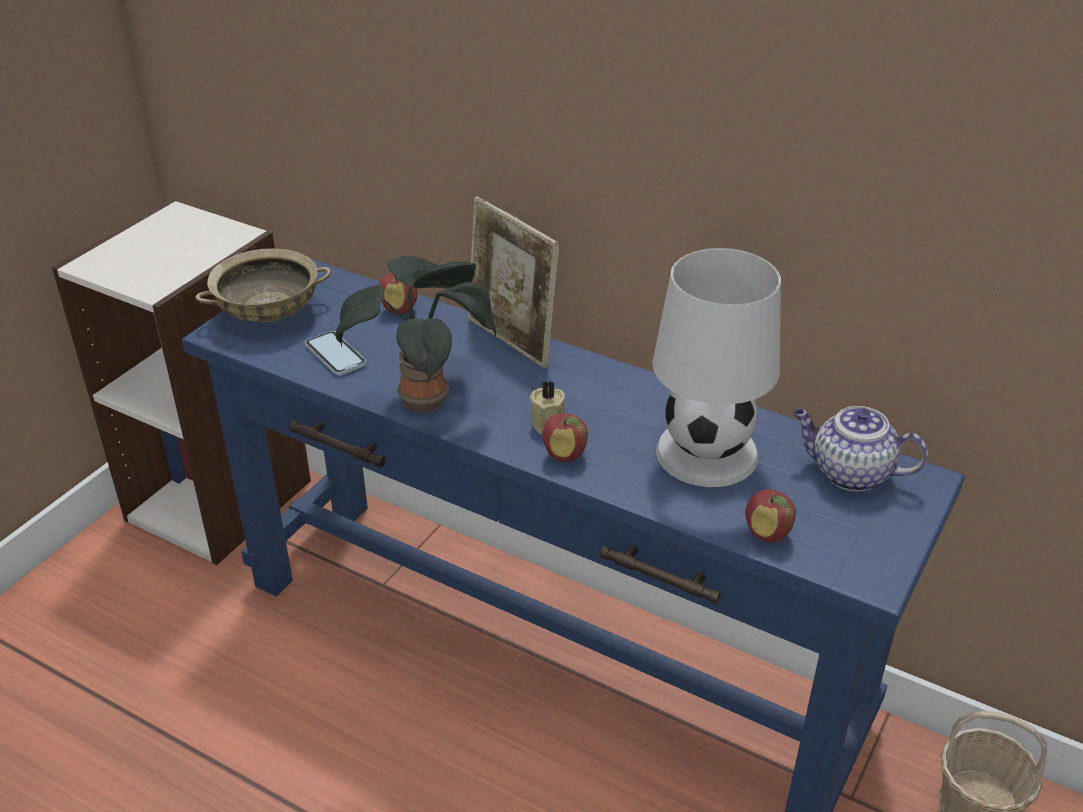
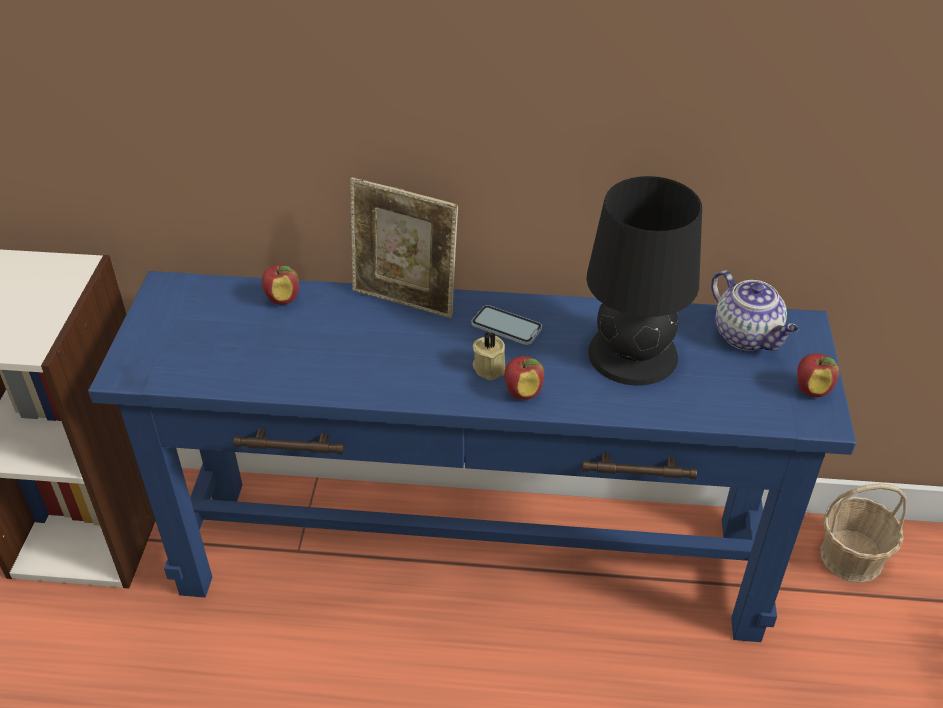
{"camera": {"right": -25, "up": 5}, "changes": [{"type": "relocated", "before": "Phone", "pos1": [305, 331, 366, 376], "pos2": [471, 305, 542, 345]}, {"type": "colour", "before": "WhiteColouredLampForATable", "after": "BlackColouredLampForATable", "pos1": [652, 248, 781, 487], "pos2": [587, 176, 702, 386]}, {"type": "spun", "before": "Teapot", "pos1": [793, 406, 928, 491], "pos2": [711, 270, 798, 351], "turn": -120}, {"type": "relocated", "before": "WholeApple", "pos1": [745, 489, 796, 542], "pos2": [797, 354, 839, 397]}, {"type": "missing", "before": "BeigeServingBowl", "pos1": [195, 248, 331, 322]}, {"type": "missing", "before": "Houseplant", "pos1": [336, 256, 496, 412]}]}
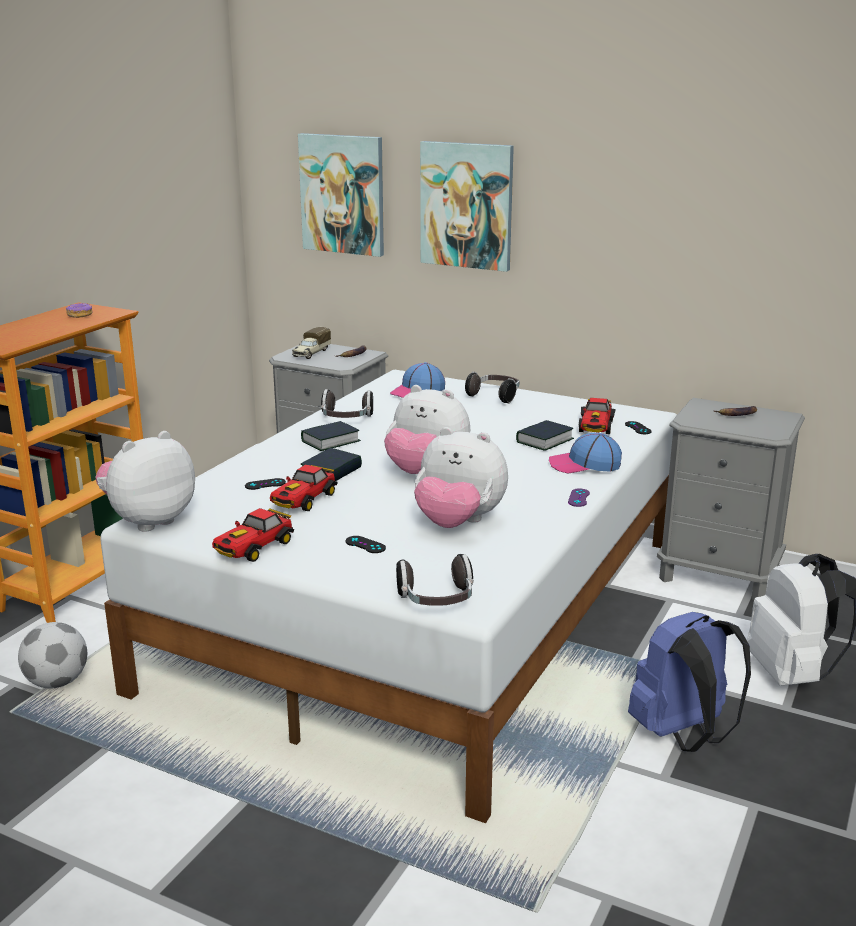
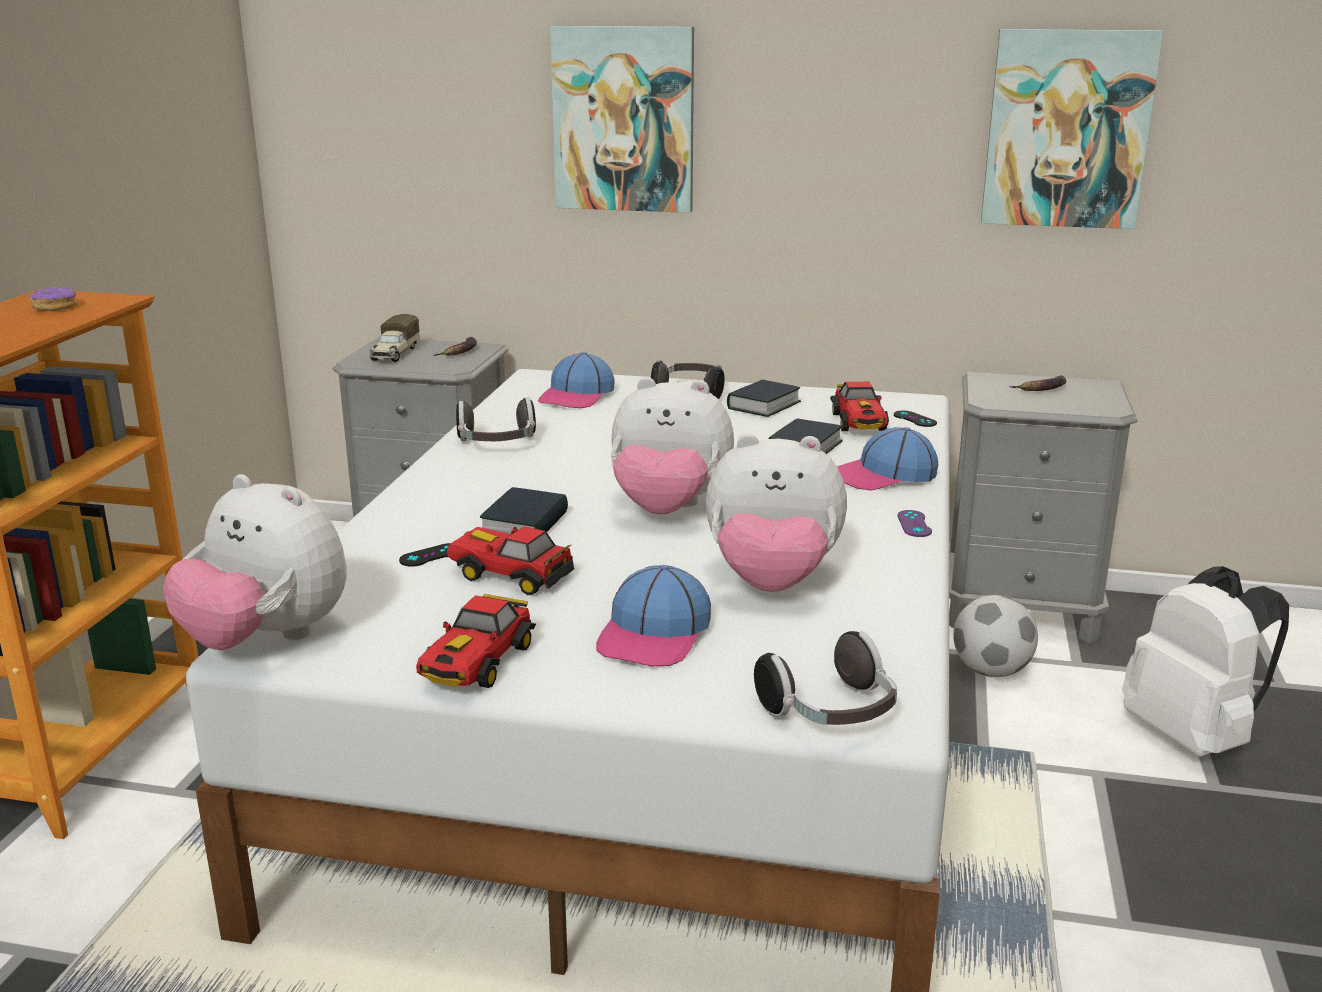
{"camera": {"right": -15, "up": 0}, "changes": [{"type": "spun", "before": "CuddlyToy", "pos1": [95, 431, 195, 532], "pos2": [163, 474, 347, 650], "turn": -90}, {"type": "spun", "before": "MiniatureCar", "pos1": [270, 464, 338, 511], "pos2": [447, 526, 574, 595], "turn": 105}, {"type": "exchanged", "before": "BlackColouredGameController", "after": "Cap", "pos1": [346, 536, 386, 553], "pos2": [596, 565, 711, 666]}, {"type": "relocated", "before": "Volume", "pos1": [301, 421, 361, 451], "pos2": [727, 380, 801, 417]}, {"type": "relocated", "before": "Football", "pos1": [18, 622, 87, 688], "pos2": [953, 595, 1038, 677]}, {"type": "relocated", "before": "WallPicture", "pos1": [298, 133, 384, 257], "pos2": [981, 29, 1163, 229]}, {"type": "missing", "before": "BlueColouredBackpack", "pos1": [628, 612, 751, 752]}]}
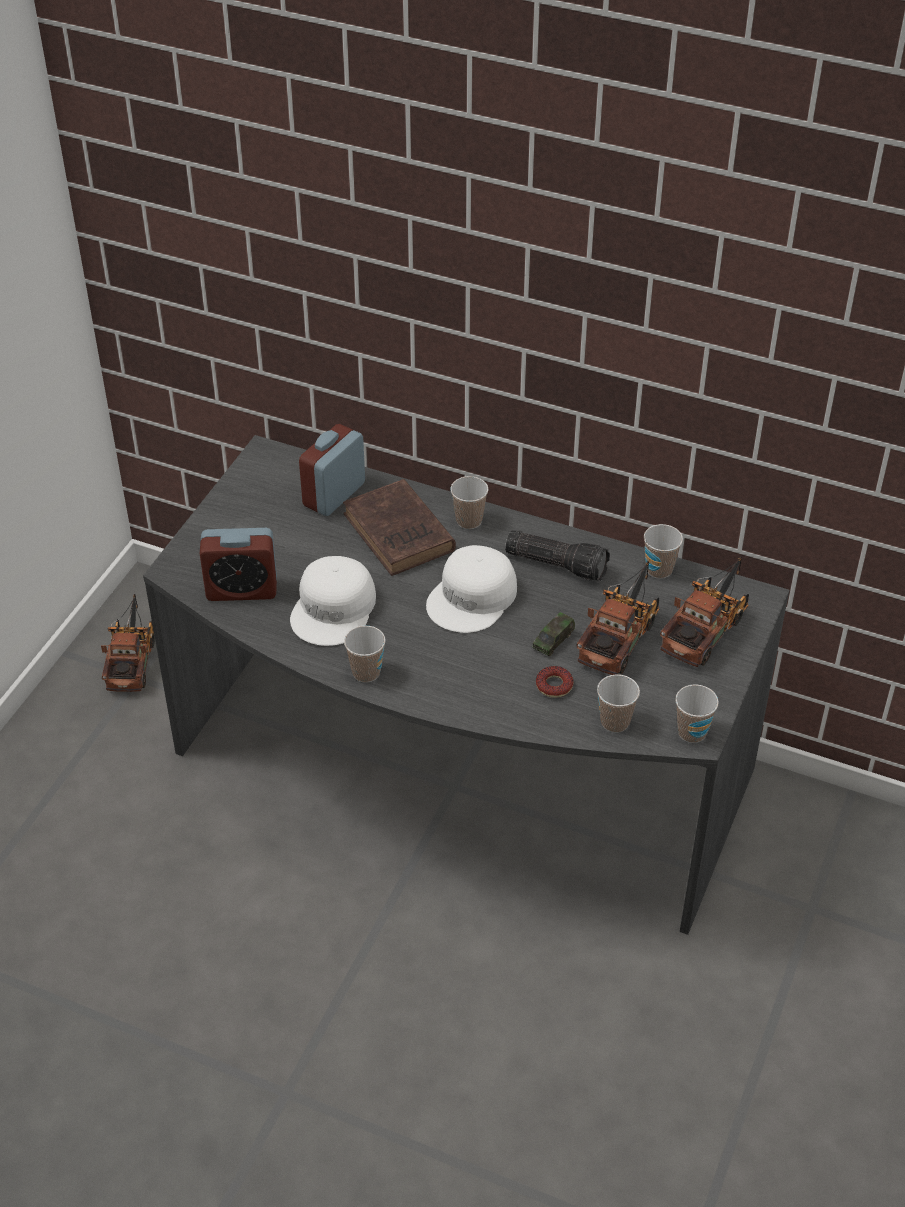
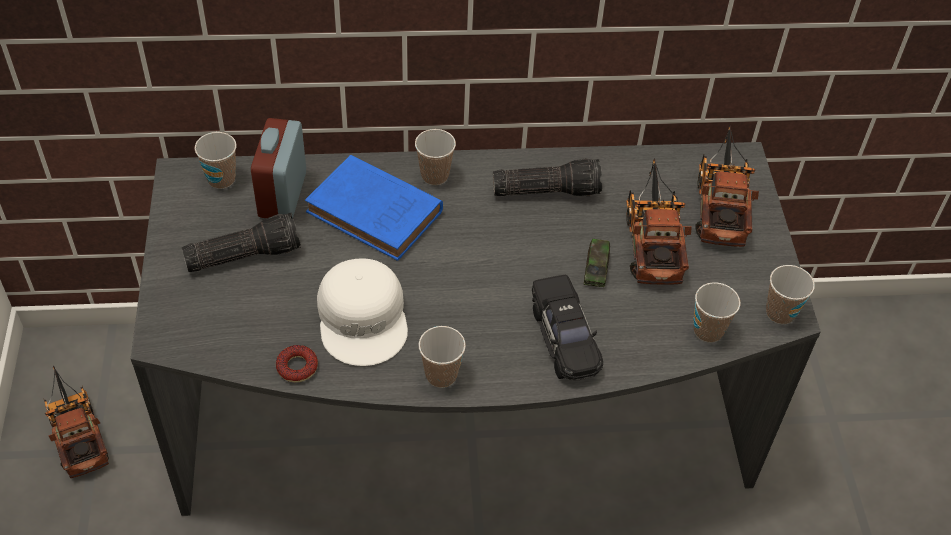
{"camera": {"right": -30, "up": 5}, "changes": [{"type": "appeared", "after": "Torch", "pos2": [182, 213, 301, 272]}, {"type": "relocated", "before": "DrinkingCup", "pos1": [644, 524, 683, 579], "pos2": [195, 132, 236, 189]}, {"type": "relocated", "before": "Donut", "pos1": [536, 666, 574, 698], "pos2": [276, 345, 318, 382]}, {"type": "colour", "before": "BrownVolume", "after": "BlueColouredVolume", "pos1": [343, 479, 456, 576], "pos2": [305, 155, 443, 261]}, {"type": "appeared", "after": "BlackColouredMiniatureCar", "pos2": [532, 275, 603, 381]}, {"type": "missing", "before": "TableClock", "pos1": [200, 528, 277, 601]}, {"type": "missing", "before": "WhiteColouredCap", "pos1": [426, 545, 517, 633]}]}
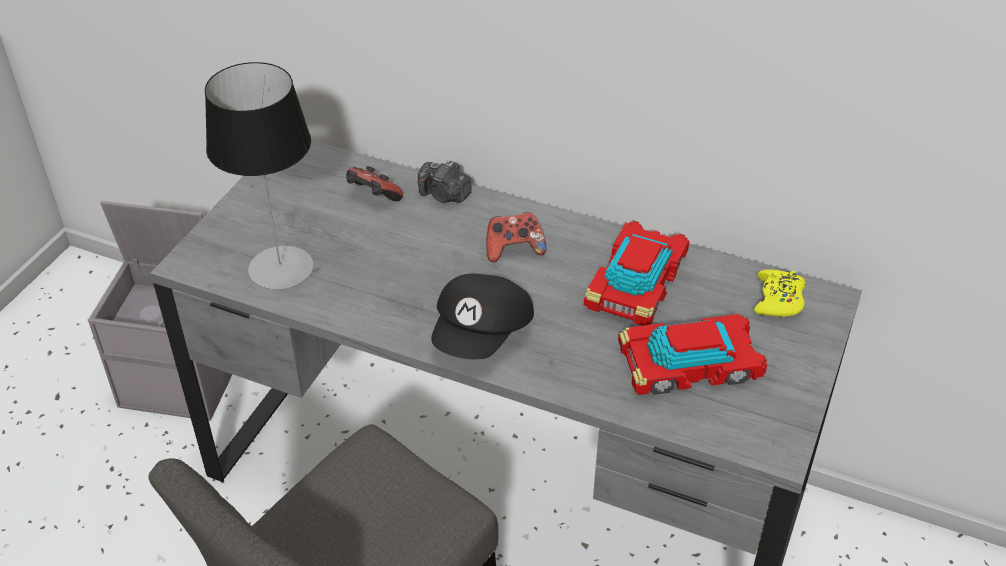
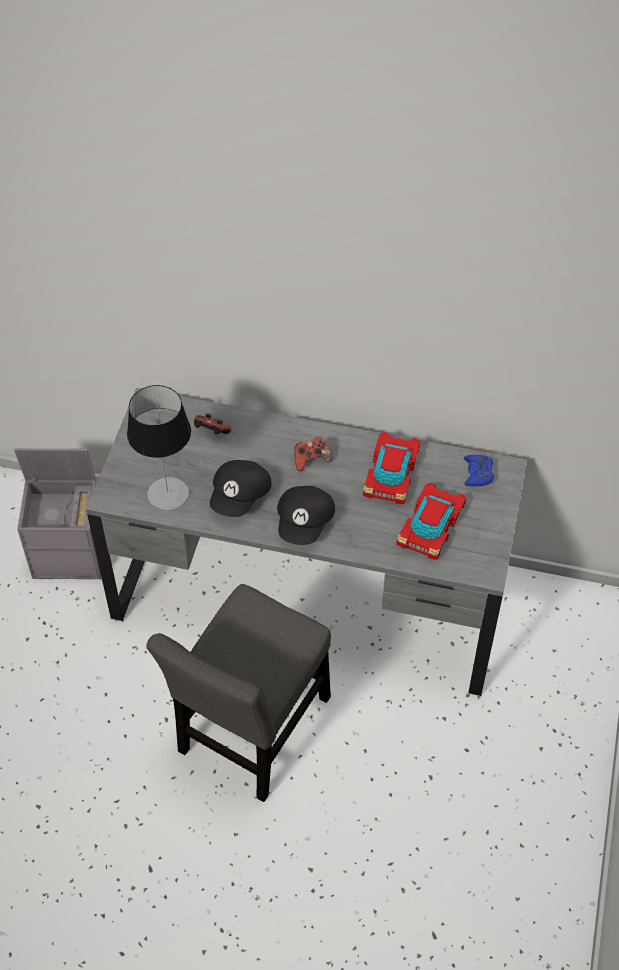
{"camera": {"right": -10, "up": 10}, "changes": [{"type": "appeared", "after": "BlackColouredCap", "pos2": [210, 460, 272, 517]}, {"type": "spun", "before": "MiniatureCar", "pos1": [618, 314, 767, 395], "pos2": [396, 483, 466, 560], "turn": -45}, {"type": "colour", "before": "YellowishGameController", "after": "BlueColouredGameController", "pos1": [754, 270, 806, 317], "pos2": [464, 455, 494, 486]}, {"type": "missing", "before": "PhotoCamera", "pos1": [418, 160, 472, 203]}]}
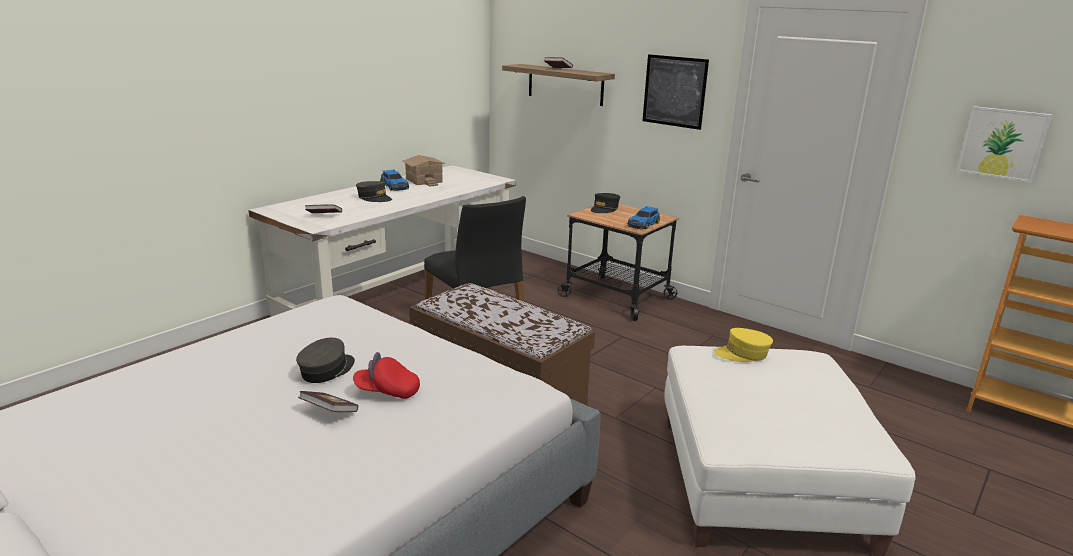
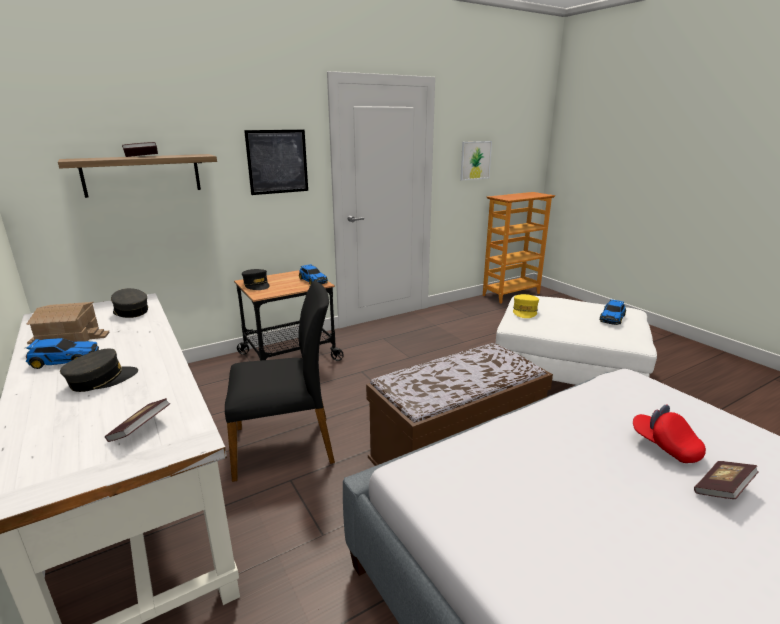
{"camera": {"right": -70, "up": 0}, "changes": [{"type": "relocated", "before": "GreyishCap", "pos1": [296, 338, 355, 383], "pos2": [111, 288, 148, 318]}, {"type": "appeared", "after": "MiniatureCar", "pos2": [600, 299, 626, 325]}, {"type": "spun", "before": "RedCap", "pos1": [353, 352, 420, 399], "pos2": [633, 404, 706, 463], "turn": 120}]}
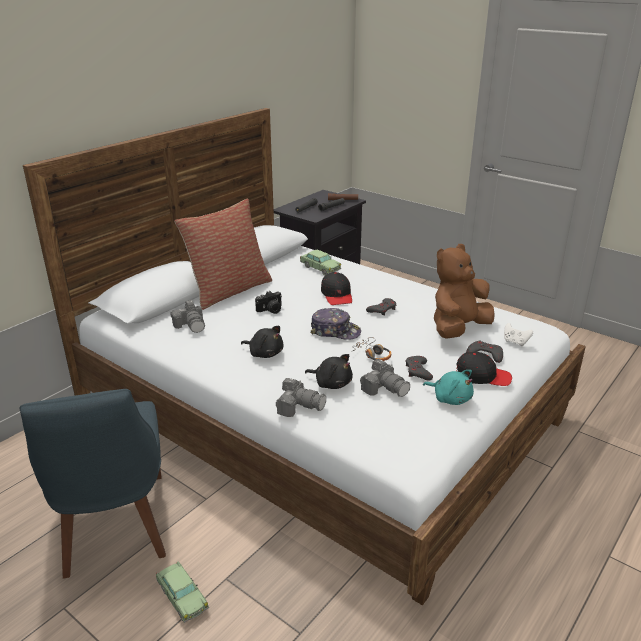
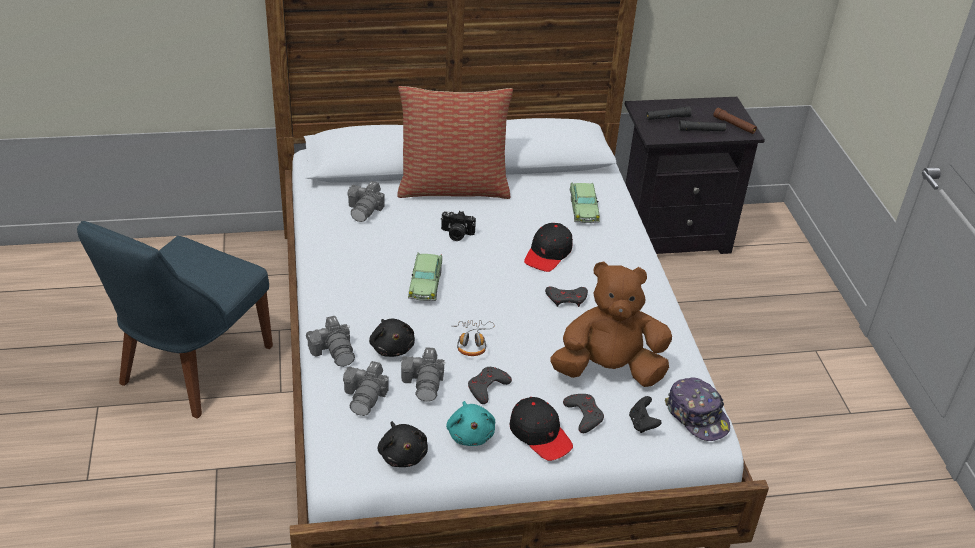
{"camera": {"right": 40, "up": 10}, "changes": [{"type": "appeared", "after": "PhotoCamera", "pos2": [343, 361, 389, 416]}, {"type": "relocated", "before": "BlackColouredCuddlyToy", "pos1": [241, 326, 283, 358], "pos2": [378, 421, 428, 467]}, {"type": "relocated", "before": "MiniatureCar", "pos1": [156, 561, 209, 623], "pos2": [408, 253, 442, 301]}, {"type": "colour", "before": "WhiteColouredGameController", "after": "BlackColouredGameController", "pos1": [504, 323, 533, 346], "pos2": [629, 396, 662, 433]}, {"type": "relocated", "before": "Cap", "pos1": [311, 308, 361, 340], "pos2": [665, 377, 730, 441]}]}
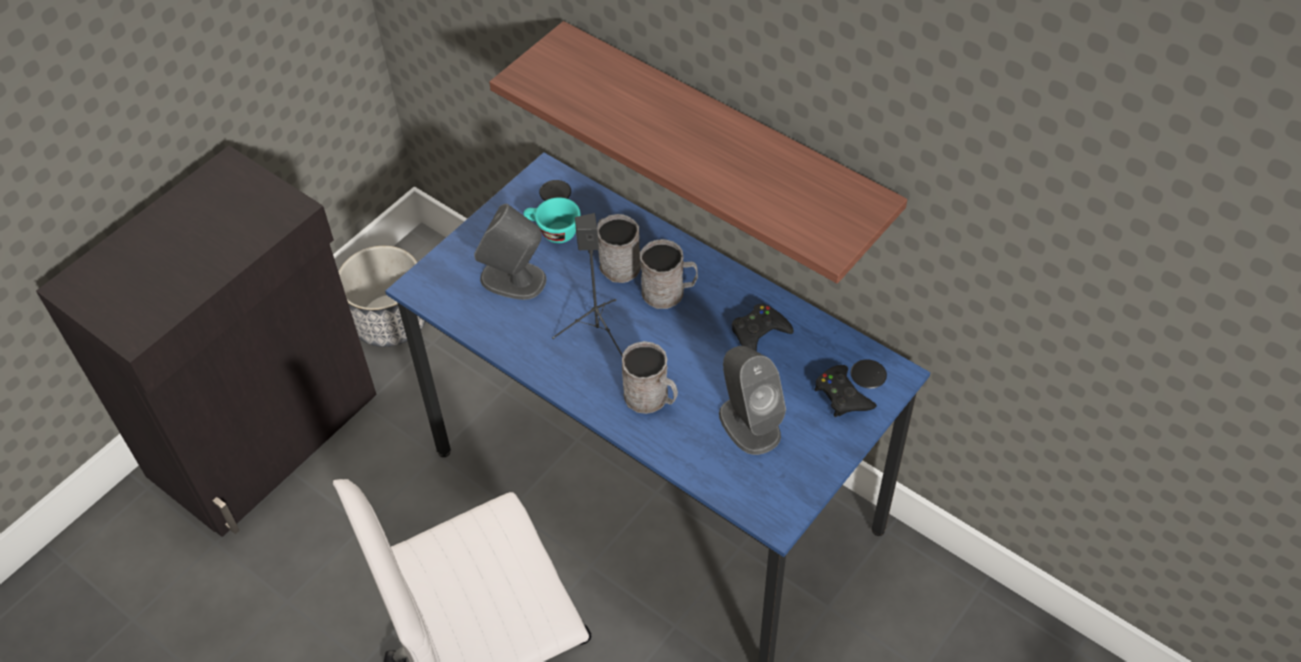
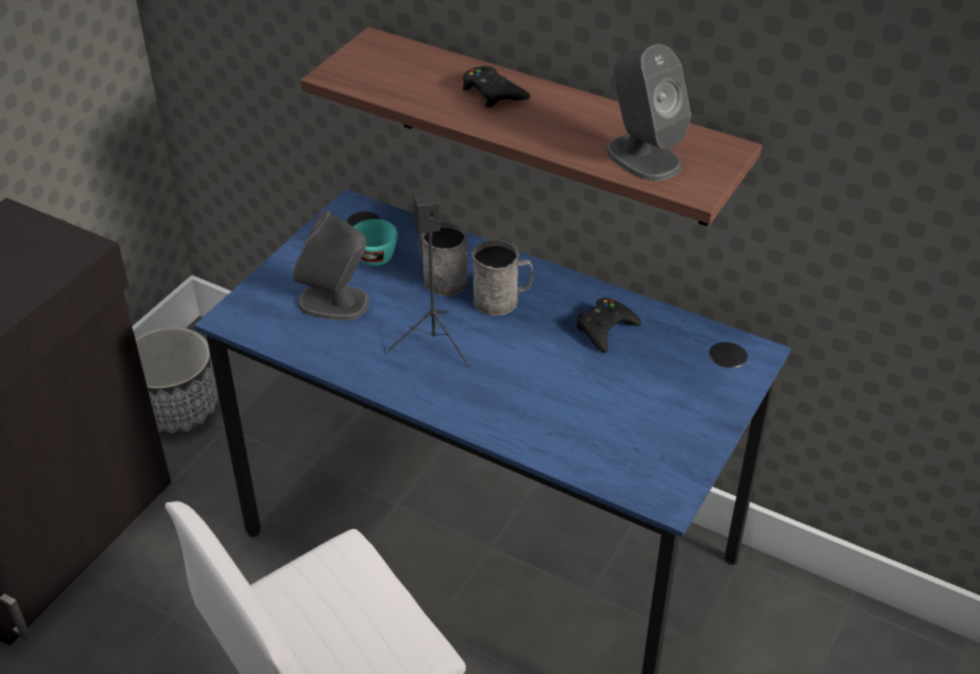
{"camera": {"right": -10, "up": -10}, "changes": [{"type": "relocated", "before": "BlackColouredGameController", "pos1": [814, 365, 877, 417], "pos2": [463, 66, 530, 108]}, {"type": "relocated", "before": "GreyishLoudspeaker", "pos1": [719, 346, 786, 455], "pos2": [606, 44, 691, 181]}, {"type": "missing", "before": "GreyishCoffeeMug", "pos1": [622, 341, 678, 414]}]}
